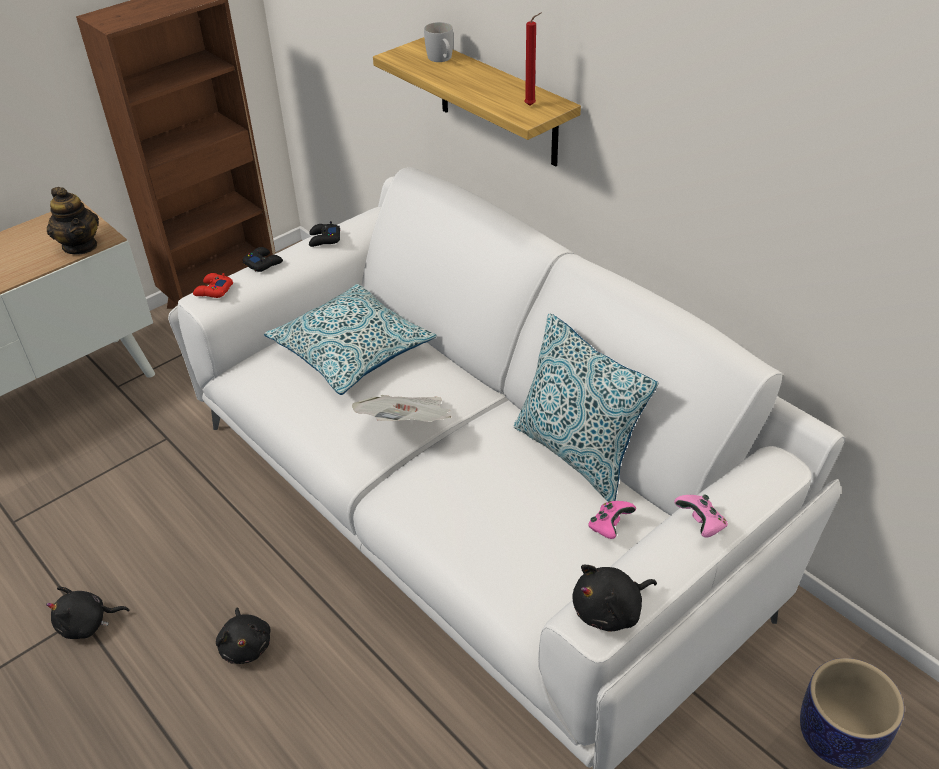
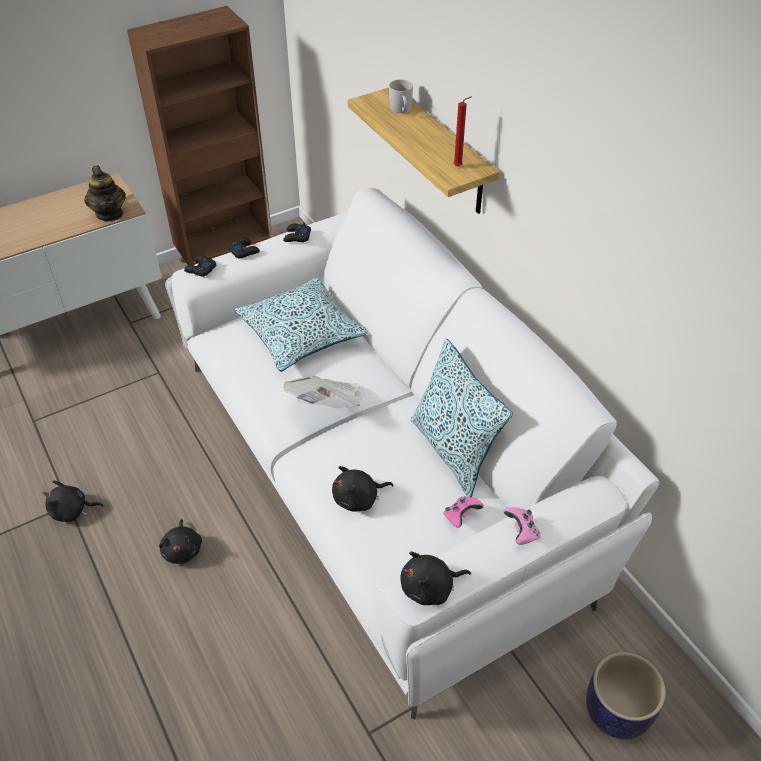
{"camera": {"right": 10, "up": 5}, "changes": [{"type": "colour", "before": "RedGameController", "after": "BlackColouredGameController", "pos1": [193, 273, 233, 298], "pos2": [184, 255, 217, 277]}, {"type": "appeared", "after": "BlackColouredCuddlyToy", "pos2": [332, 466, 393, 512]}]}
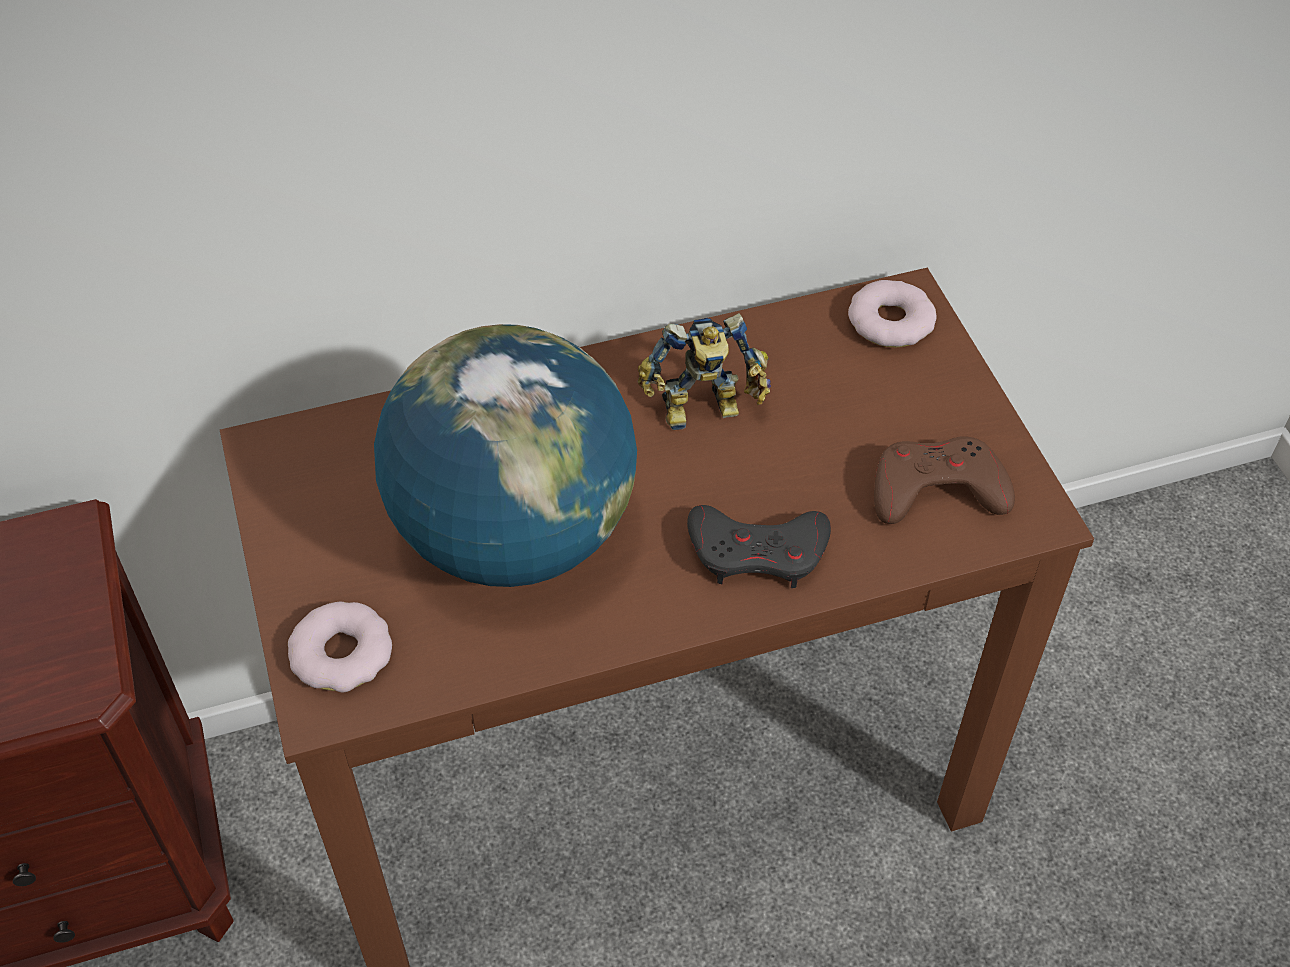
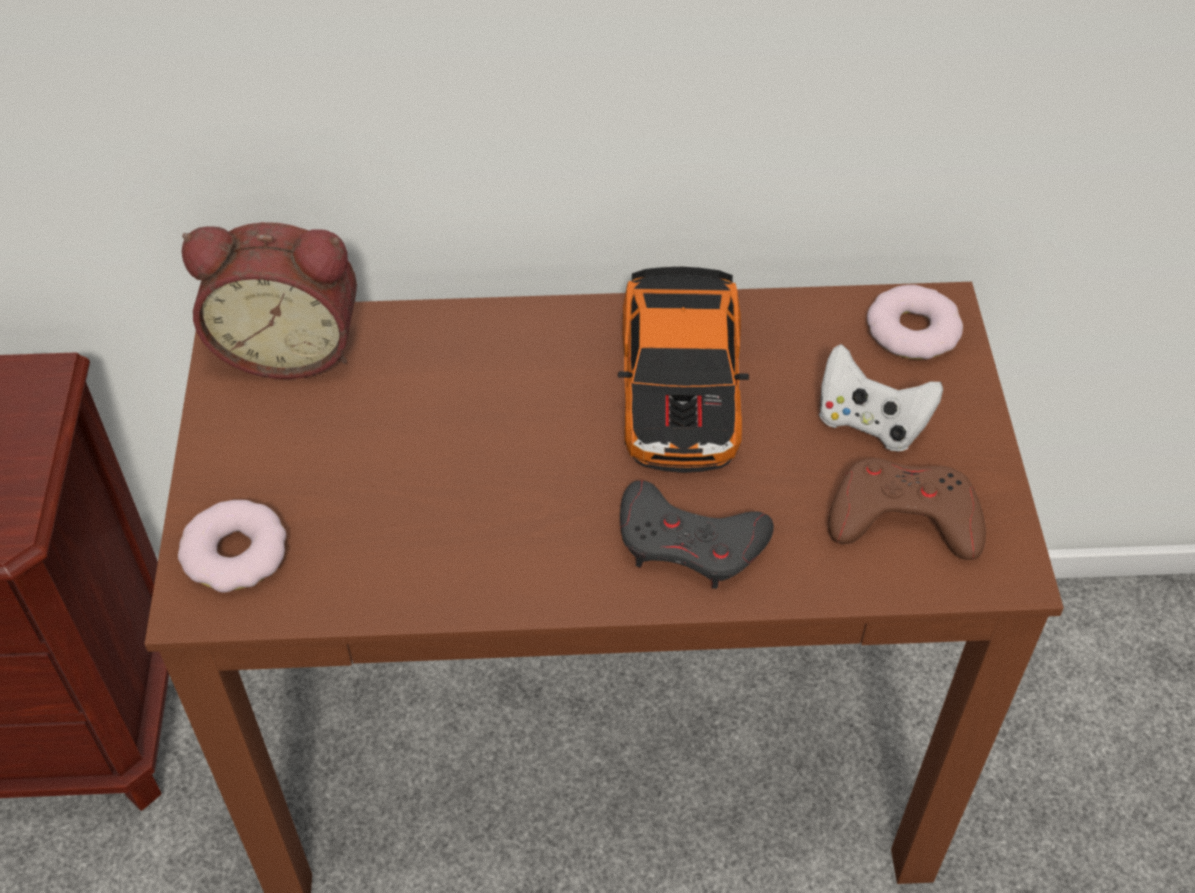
{"camera": {"right": 15, "up": 0}, "changes": [{"type": "appeared", "after": "TableClock", "pos2": [182, 222, 357, 379]}, {"type": "exchanged", "before": "ModelRobot", "after": "MiniatureCar", "pos1": [638, 313, 771, 430], "pos2": [618, 267, 749, 473]}, {"type": "appeared", "after": "WhiteColouredGameController", "pos2": [819, 344, 943, 452]}, {"type": "missing", "before": "Globe", "pos1": [374, 324, 637, 587]}]}
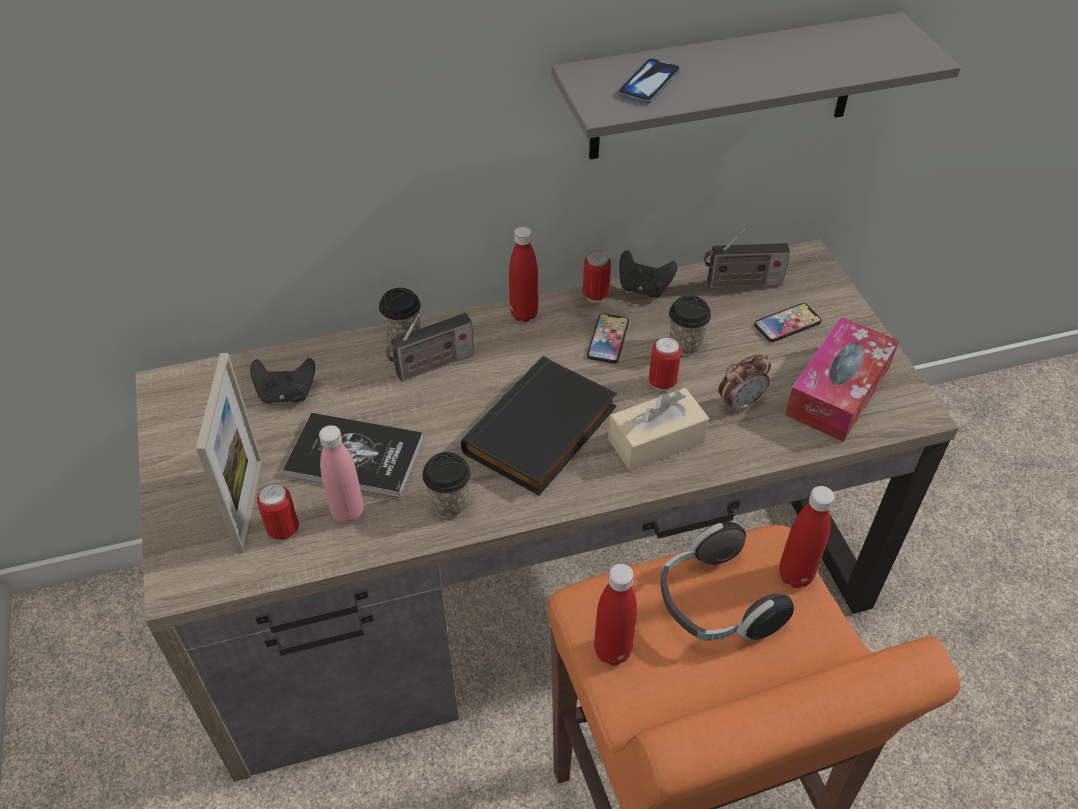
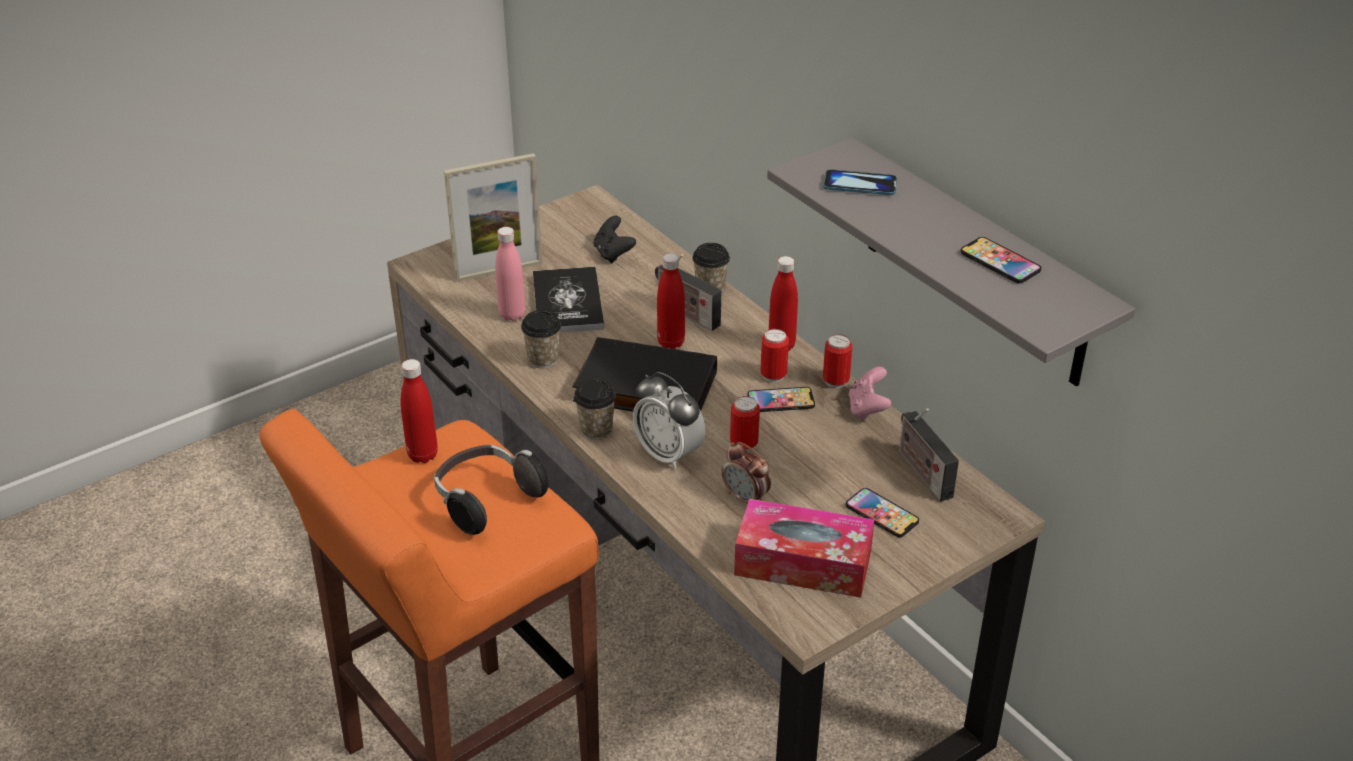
{"camera": {"right": 70, "up": -10}, "changes": [{"type": "relocated", "before": "DrinkingCup", "pos1": [669, 296, 711, 356], "pos2": [574, 378, 616, 440]}, {"type": "exchanged", "before": "BeigeTissueHolder", "after": "TableClock", "pos1": [608, 388, 709, 471], "pos2": [633, 372, 705, 470]}, {"type": "relocated", "before": "RedBeverageBottle", "pos1": [779, 486, 835, 588], "pos2": [657, 253, 685, 349]}, {"type": "relocated", "before": "Can", "pos1": [257, 483, 299, 541], "pos2": [760, 329, 789, 382]}, {"type": "colour", "before": "BlackColouredGameController", "after": "PinkGameController", "pos1": [619, 250, 677, 298], "pos2": [849, 367, 891, 420]}, {"type": "appeared", "after": "Phone", "pos2": [960, 237, 1041, 283]}]}
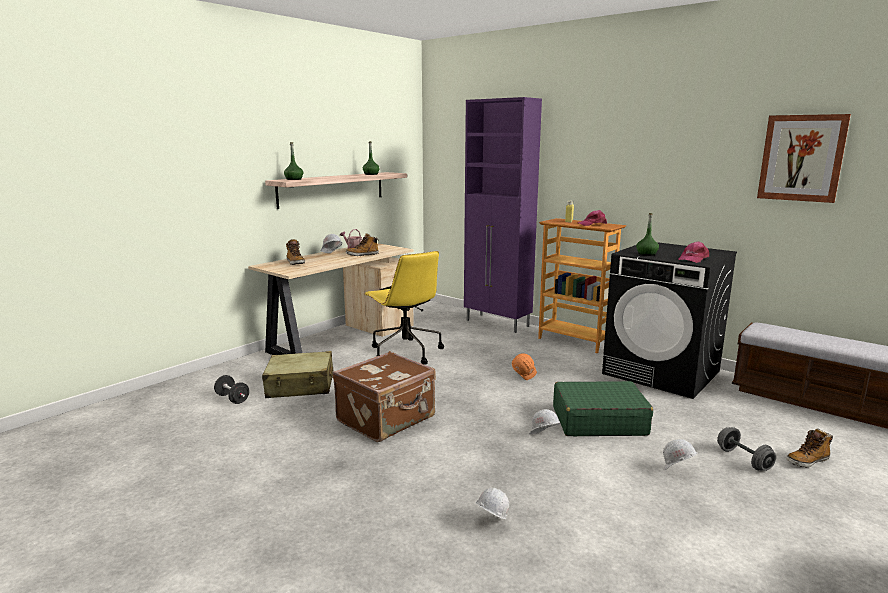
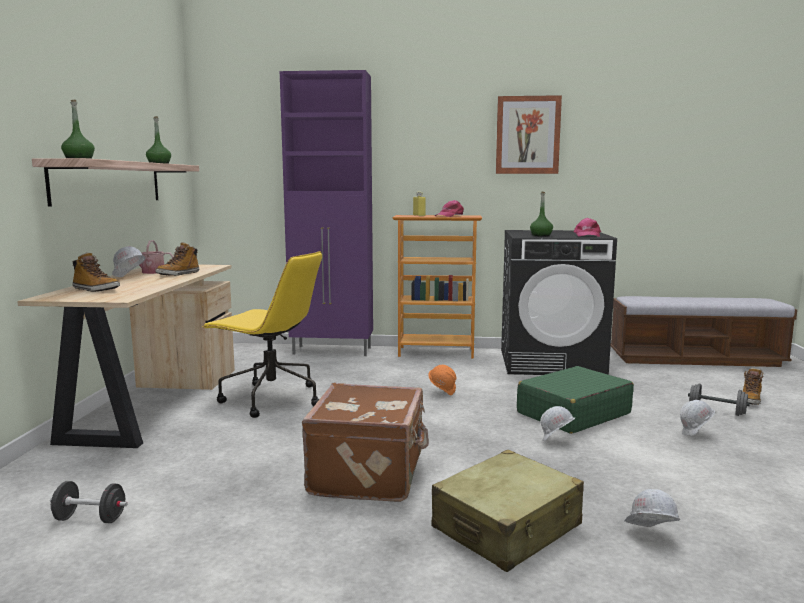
{"camera": {"right": -35, "up": -5}, "changes": [{"type": "relocated", "before": "BeigeTravelCase", "pos1": [262, 351, 333, 398], "pos2": [432, 450, 584, 572]}, {"type": "relocated", "before": "WallPicture", "pos1": [757, 114, 851, 203], "pos2": [496, 95, 562, 174]}]}
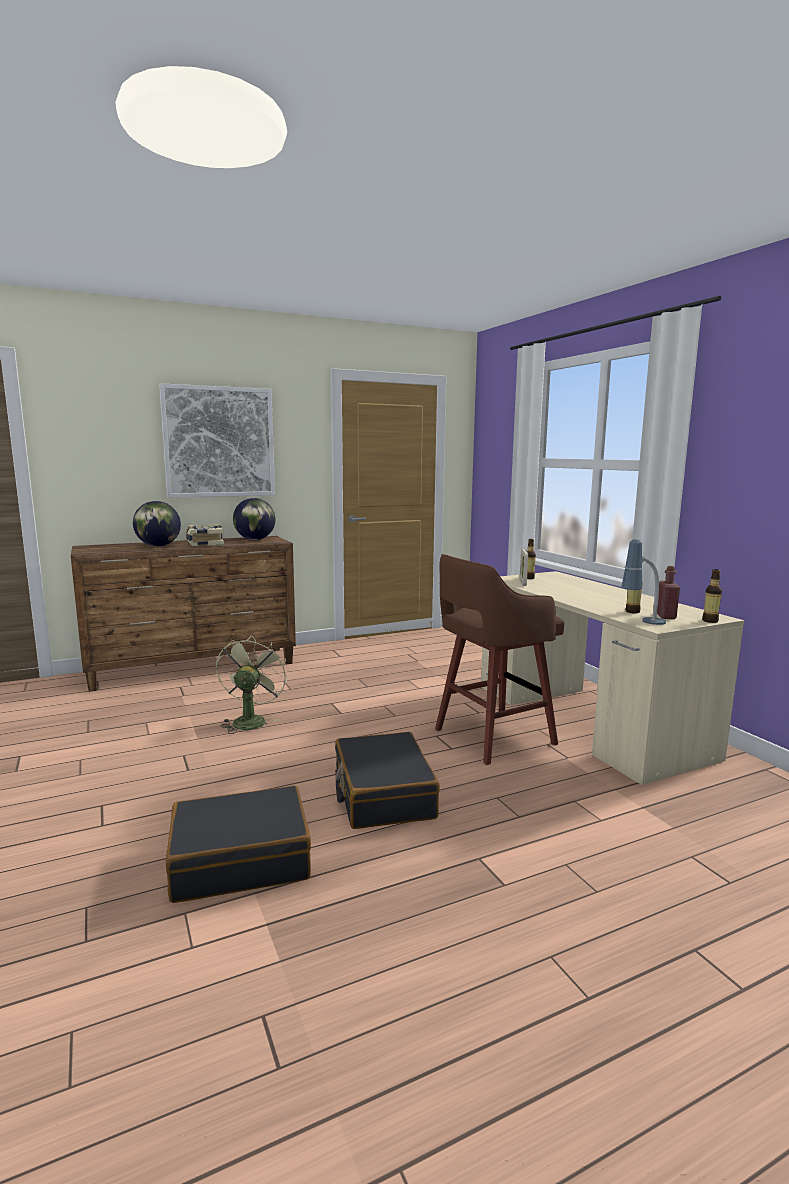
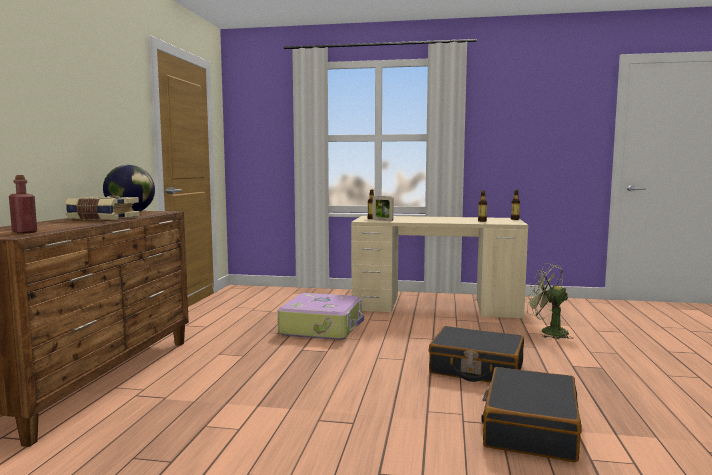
{"camera": {"right": -55, "up": -5}, "changes": [{"type": "relocated", "before": "RedBeverageBottle", "pos1": [657, 566, 680, 619], "pos2": [9, 175, 37, 234]}, {"type": "appeared", "after": "TravelCase", "pos2": [278, 293, 364, 340]}, {"type": "relocated", "before": "GreenElectricFan", "pos1": [216, 635, 288, 734], "pos2": [526, 263, 573, 339]}, {"type": "missing", "before": "Globe", "pos1": [133, 501, 181, 546]}, {"type": "missing", "before": "WallPicture", "pos1": [159, 383, 275, 498]}, {"type": "missing", "before": "BrownSittingStool", "pos1": [435, 554, 564, 765]}, {"type": "missing", "before": "LampForATable", "pos1": [621, 539, 666, 625]}]}
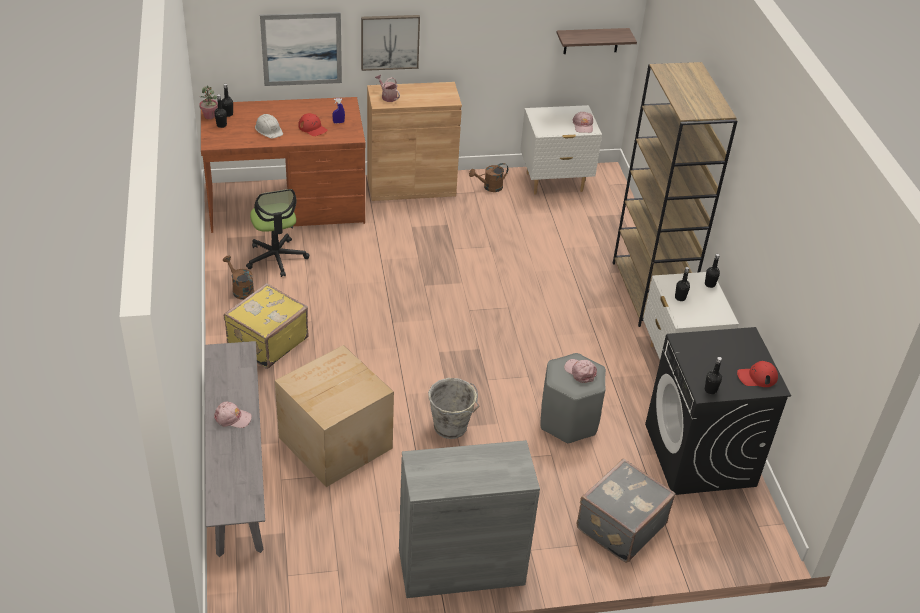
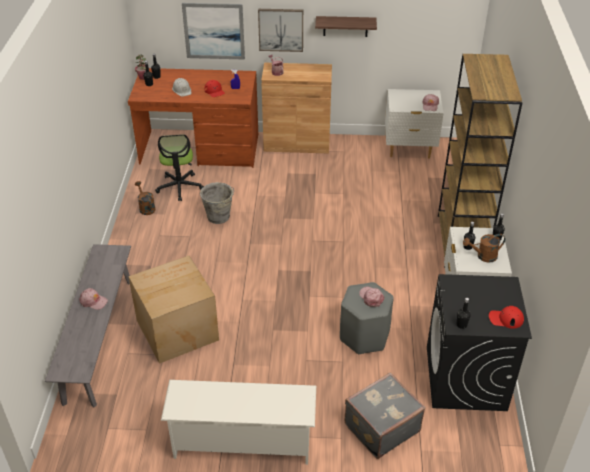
{"camera": {"right": 15, "up": 0}, "changes": [{"type": "exchanged", "before": "GreyishStorageCabinet", "after": "WhiteColouredShoeRack", "pos1": [399, 440, 540, 598], "pos2": [161, 380, 316, 465]}, {"type": "relocated", "before": "GreyishBucket", "pos1": [428, 378, 480, 439], "pos2": [200, 182, 234, 224]}, {"type": "relocated", "before": "Shelf", "pos1": [556, 28, 637, 54], "pos2": [315, 16, 377, 37]}, {"type": "relocated", "before": "BrownSprinklingCan", "pos1": [469, 163, 508, 192], "pos2": [463, 234, 505, 263]}, {"type": "missing", "before": "YellowishTravelCase", "pos1": [224, 283, 309, 369]}]}
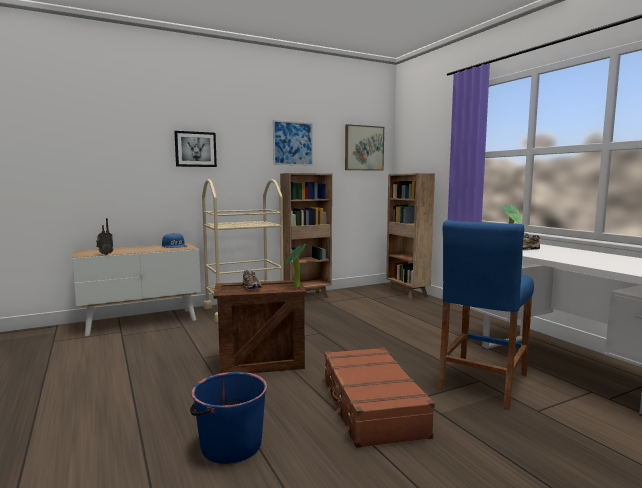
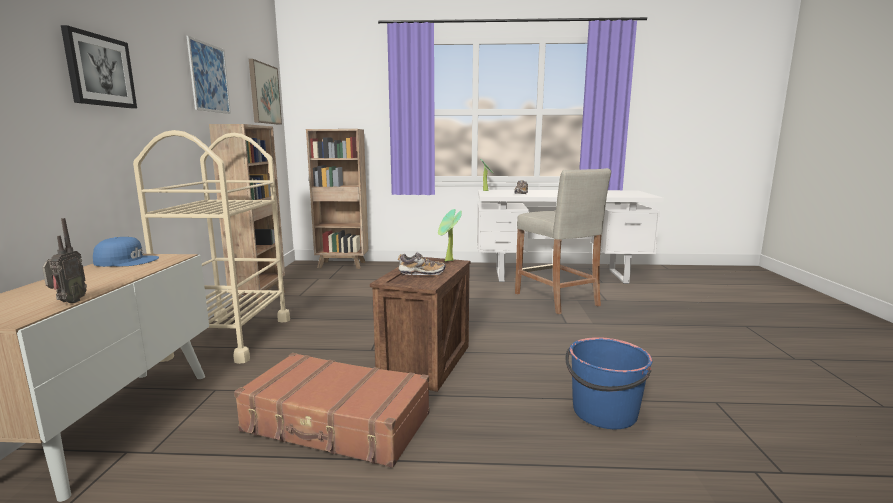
{"camera": {"right": -60, "up": 5}, "changes": [{"type": "relocated", "before": "BrownTravelCase", "pos1": [322, 347, 435, 448], "pos2": [234, 353, 429, 468]}, {"type": "colour", "before": "BlueColouredSittingStool", "after": "BeigeSittingStool", "pos1": [437, 220, 534, 410], "pos2": [515, 168, 611, 314]}]}
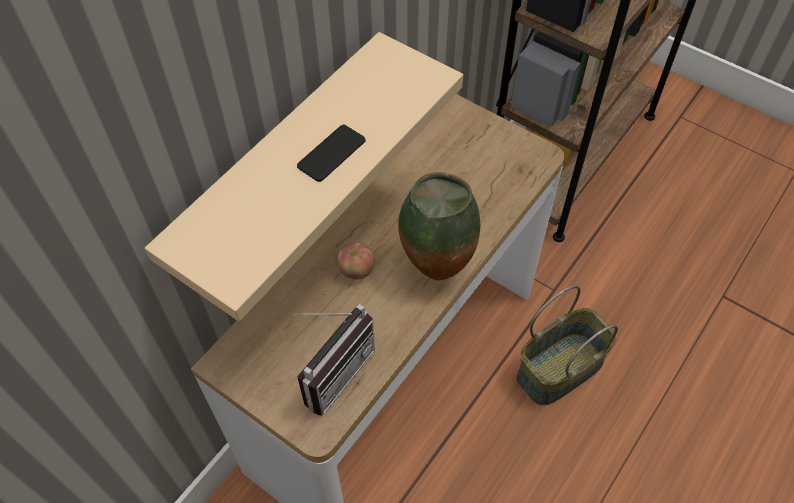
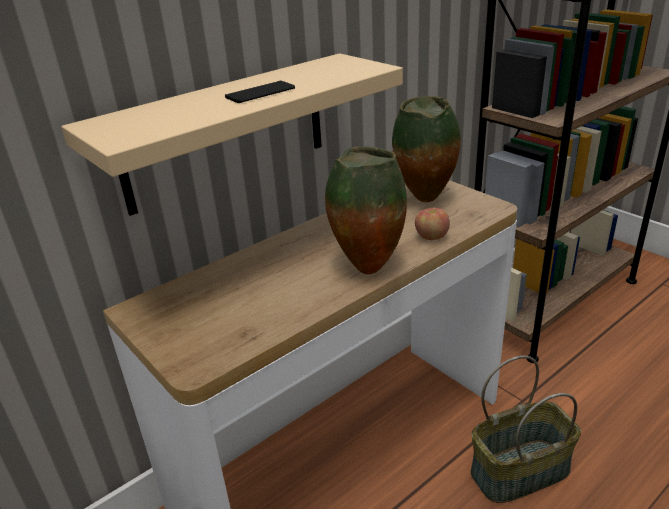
{"camera": {"right": 15, "up": -25}, "changes": [{"type": "appeared", "after": "Vase", "pos2": [392, 96, 461, 202]}, {"type": "relocated", "before": "WholeApple", "pos1": [337, 243, 375, 280], "pos2": [415, 208, 450, 240]}, {"type": "missing", "before": "RadioSet", "pos1": [295, 304, 375, 416]}]}
